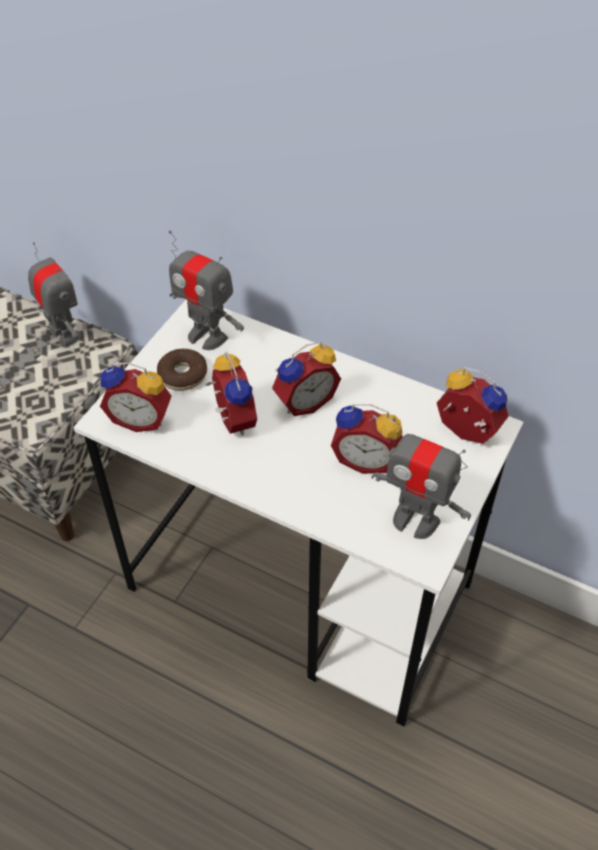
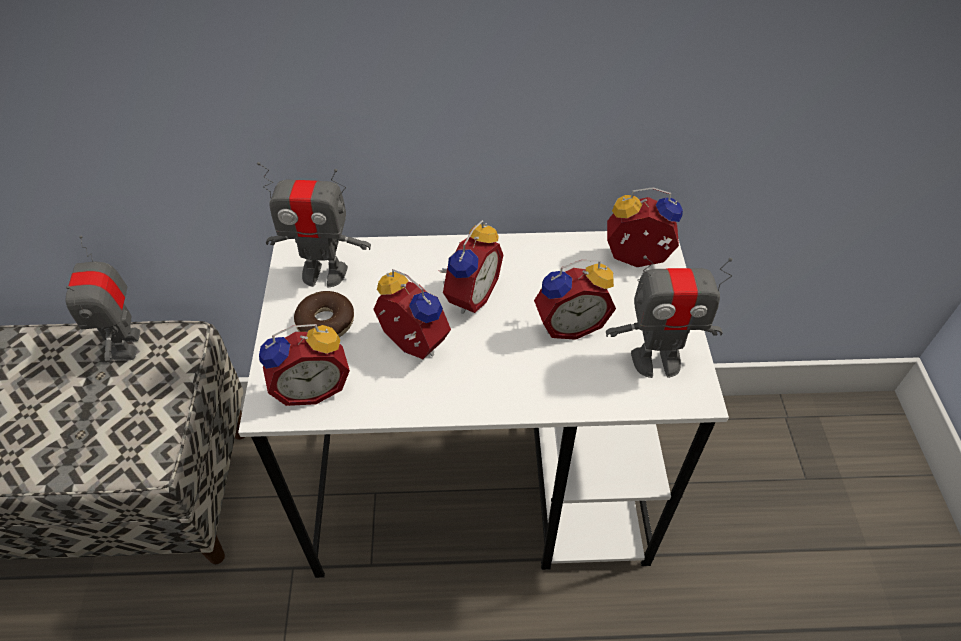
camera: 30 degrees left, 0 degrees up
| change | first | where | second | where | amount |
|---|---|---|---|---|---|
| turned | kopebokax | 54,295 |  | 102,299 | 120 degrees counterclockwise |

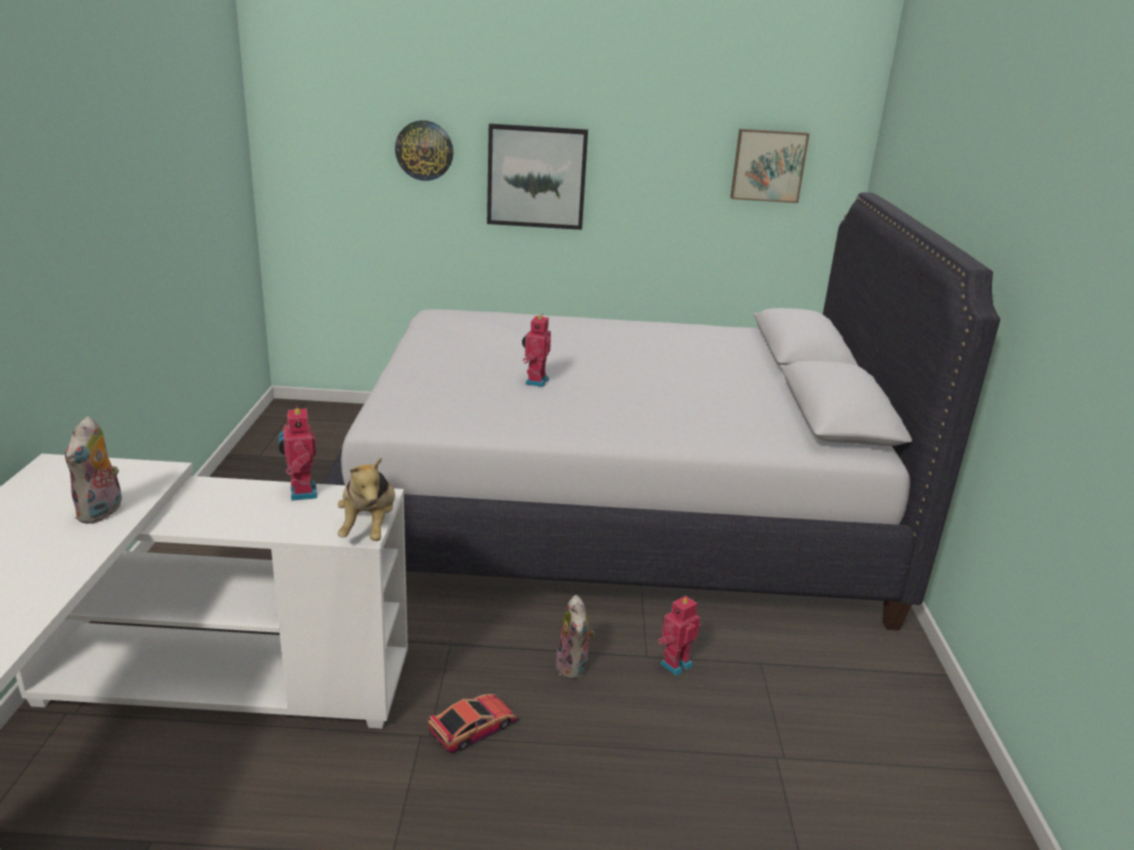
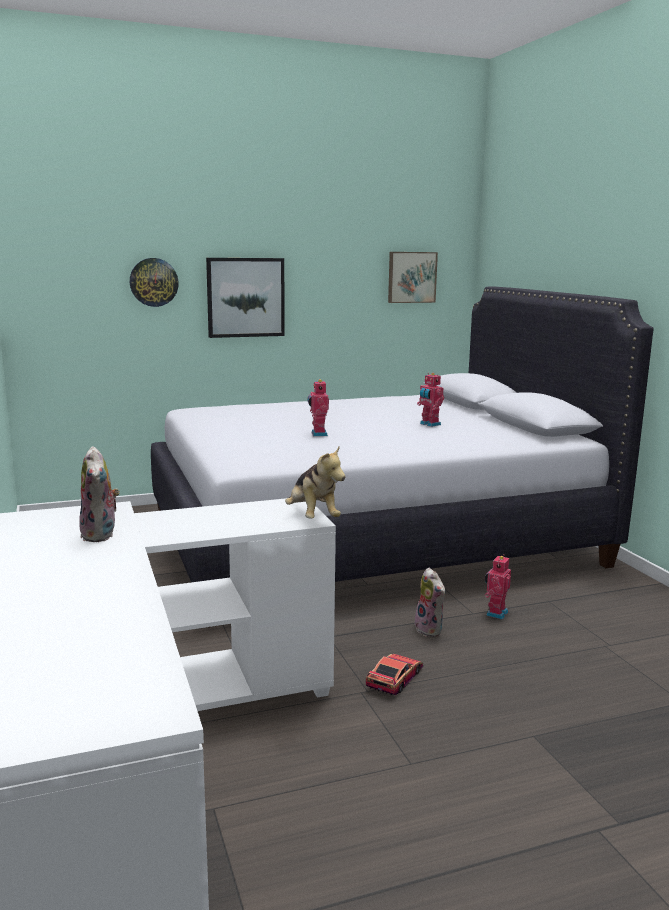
camera: 20 degrees left, 10 degrees down
| change | first | where | second | where | amount |
|---|---|---|---|---|---|
| moved | kopebokax | 297,453 |  | 430,400 |  |

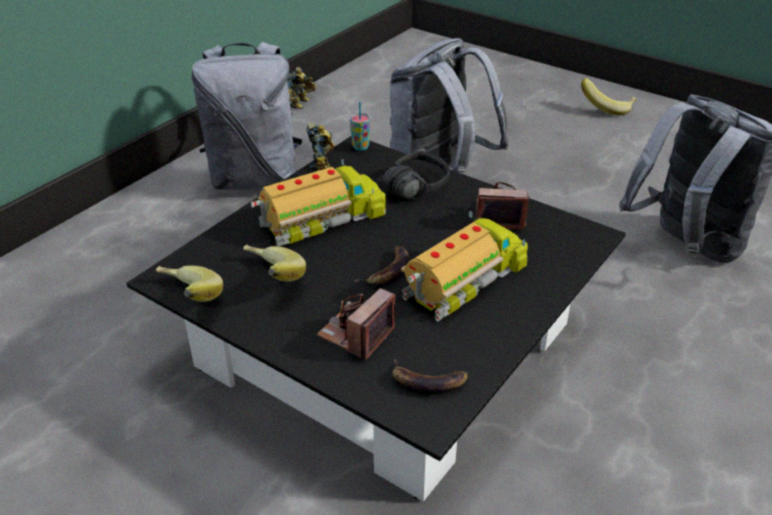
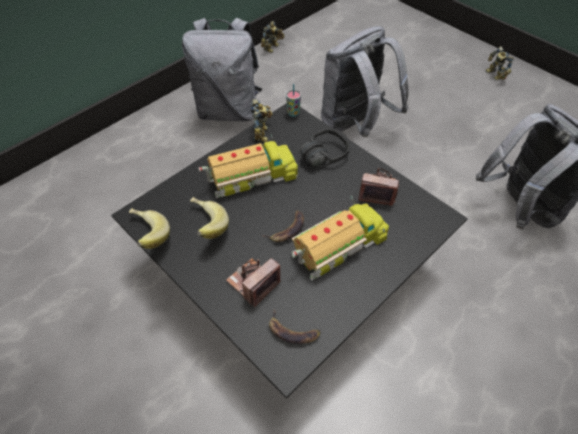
camera: 10 degrees right, 15 degrees up
| change | first | where | second | where | amount |
|---|---|---|---|---|---|
| replaced | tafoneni | 609,96 | kopebokax | 499,63 |  |

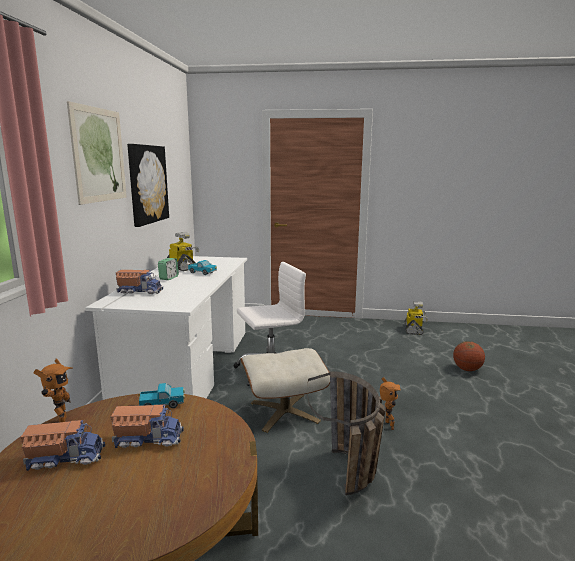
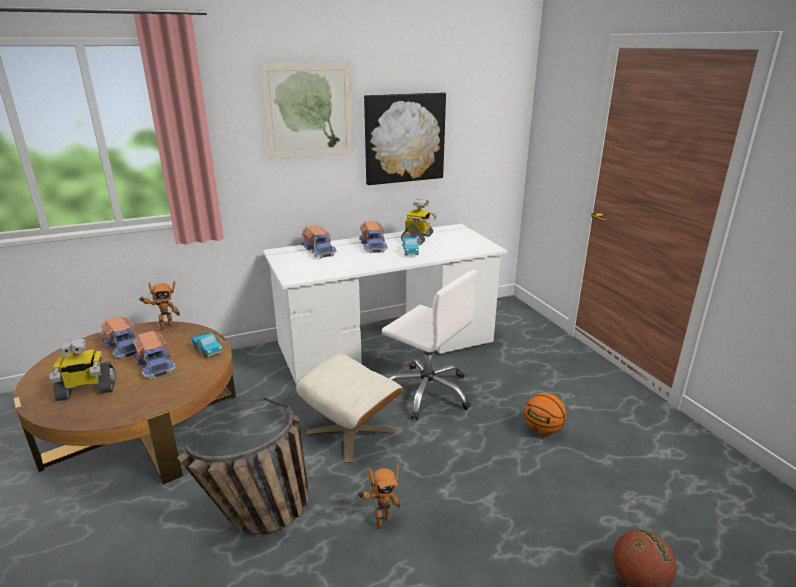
camera: 60 degrees right, 10 degrees up
| change | first | where | second | where | amount |
|---|---|---|---|---|---|
| moved | kopebokax | 416,318 |  | 82,369 |  |
| replaced | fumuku | 168,269 | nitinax | 373,237 |  |
| added |  |  | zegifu | 545,414 |  |

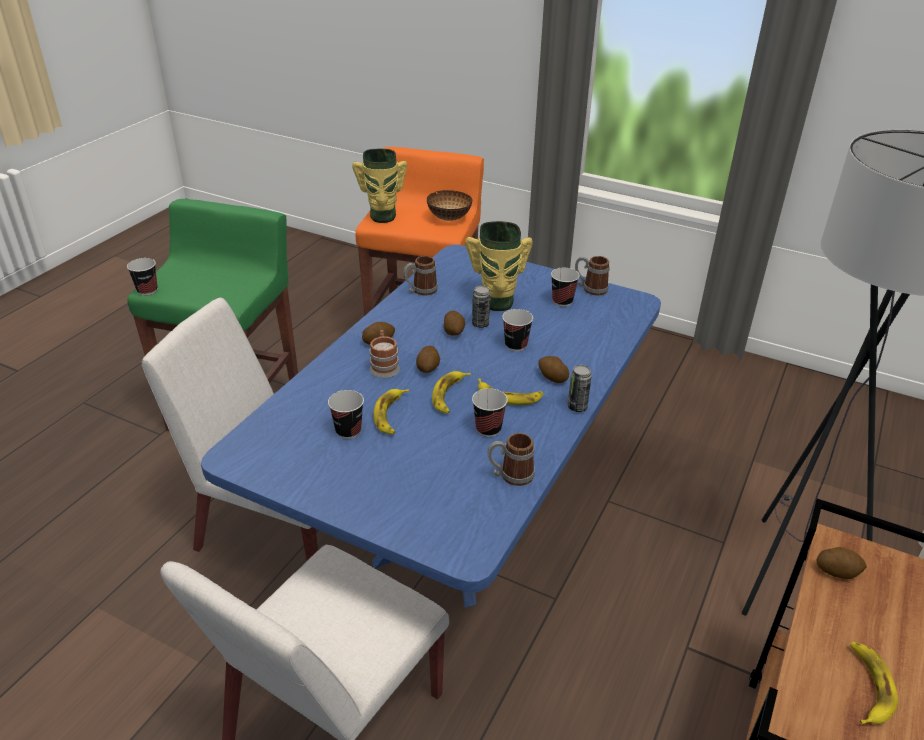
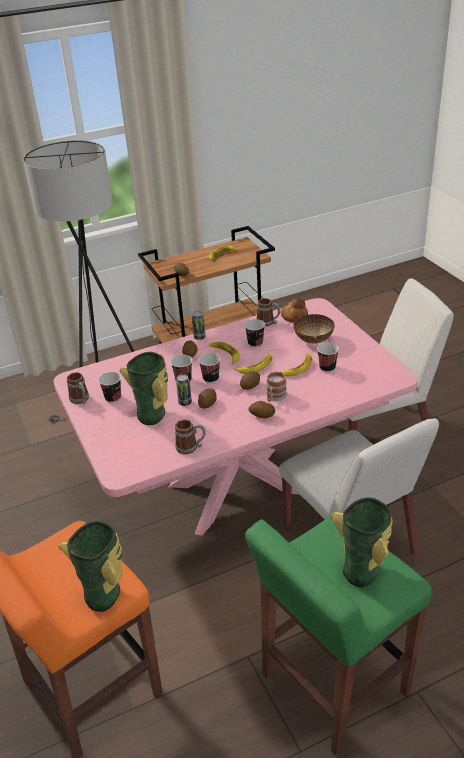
camera: 140 degrees left, 0 degrees up
| change | first | where | second | where | amount |
|---|---|---|---|---|---|
| recoloured | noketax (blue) | 431,426 | noketax (pink) | 235,417 |  |
| moved | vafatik | 142,276 |  | 209,368 |  |
| added |  |  | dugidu | 294,310 |  |
| moved | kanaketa | 450,205 |  | 314,329 |  |
| added |  |  | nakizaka | 361,542 |  |

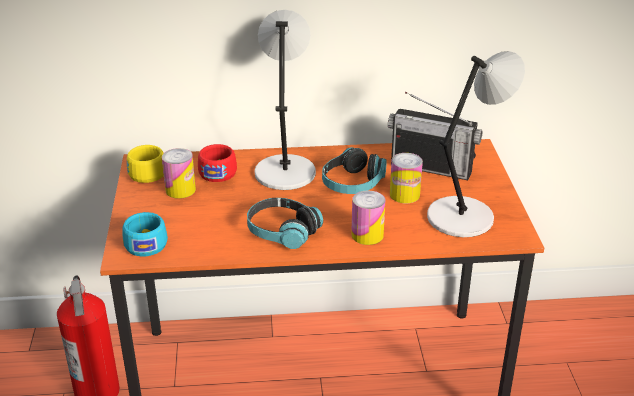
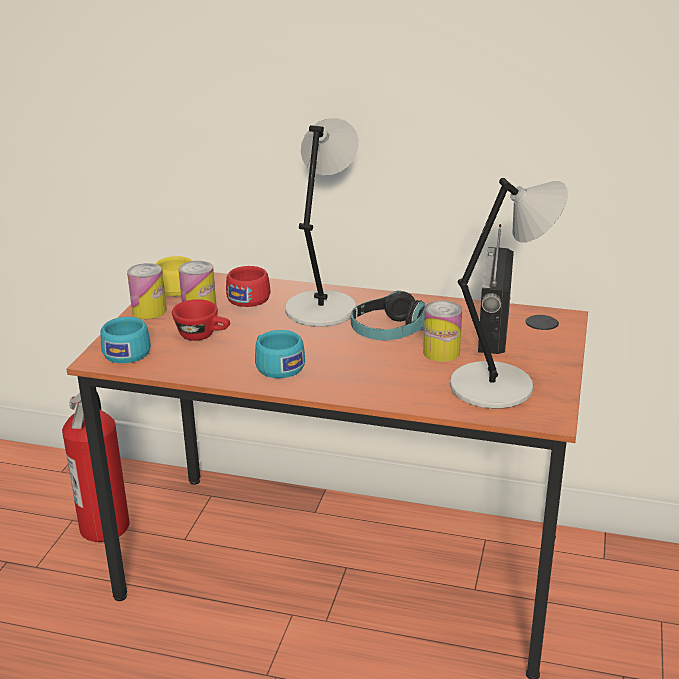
camera: 20 degrees right, 5 degrees down
| change | first | where | second | where | amount |
|---|---|---|---|---|---|
| moved | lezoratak | 368,217 |  | 147,291 |  |
| added |  |  | vafatik (red) | 201,320 |  |
| replaced | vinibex | 285,223 | vafatik (turquoise) | 280,354 |  |
| turned | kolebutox | 435,136 |  | 496,289 | 60 degrees clockwise |

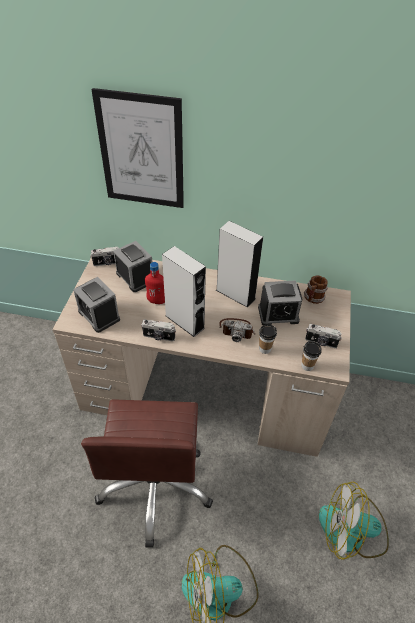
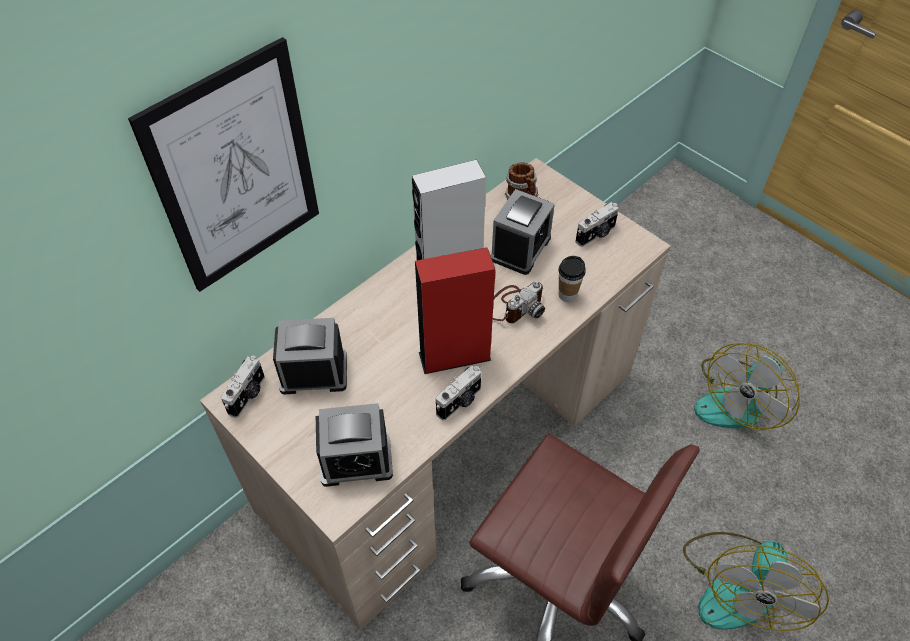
camera: 55 degrees left, 5 degrees up
| change | first | where | second | where | amount |
|---|---|---|---|---|---|
| recoloured | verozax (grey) | 184,291 | verozax (red) | 455,311 |  |
| removed | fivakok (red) | 155,283 |  |  |  |
| removed | vafatik | 311,356 |  |  |  |

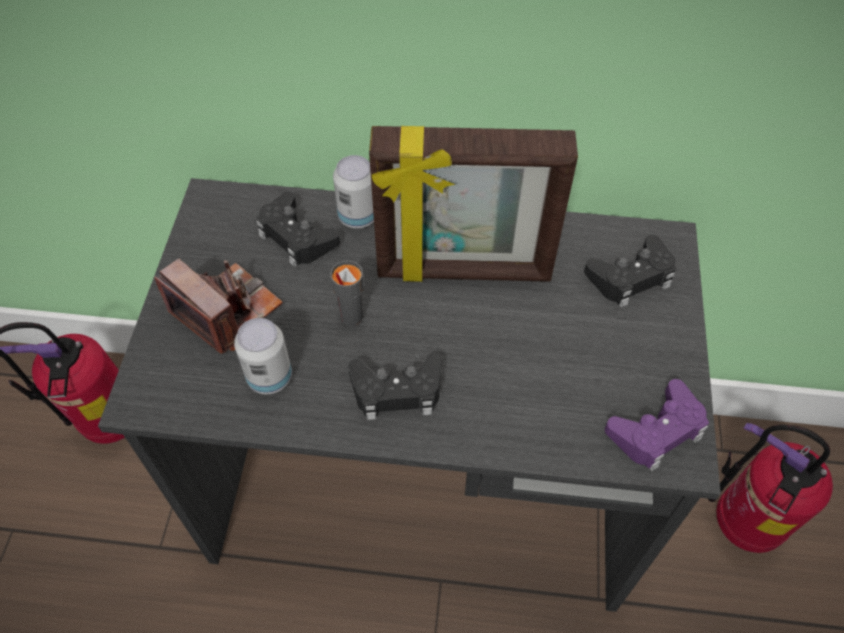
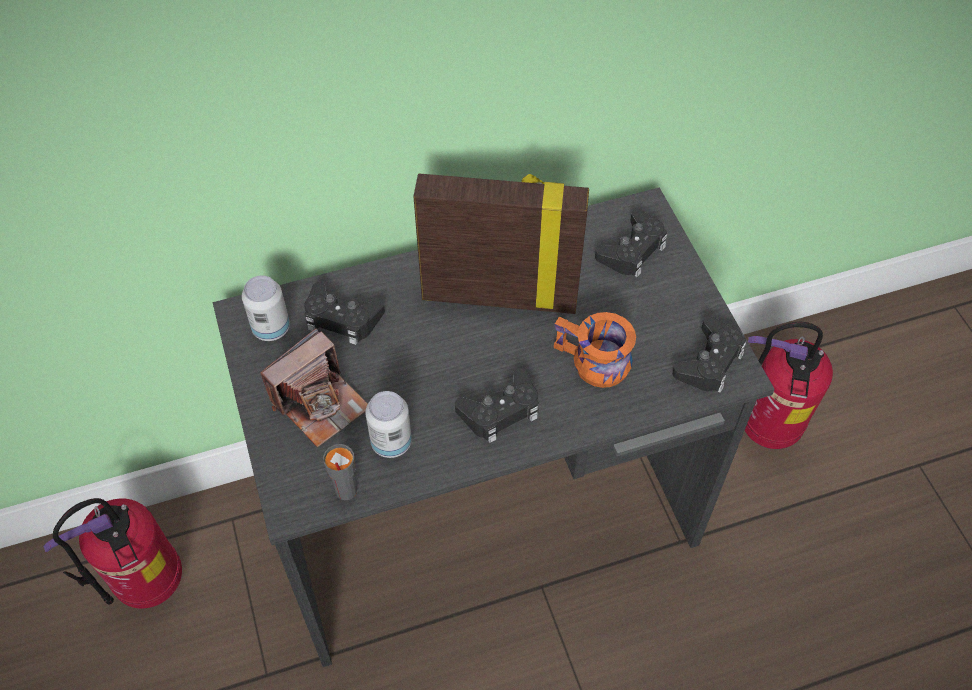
camera: 25 degrees left, 0 degrees up
| change | first | where | second | where | amount |
|---|---|---|---|---|---|
| moved | lezoratak | 353,191 |  | 266,308 |  |
| turned | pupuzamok | 218,306 |  | 314,387 | 120 degrees clockwise |
| moved | vafatik (grey) | 346,293 |  | 340,472 |  |
| turned | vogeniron | 473,204 |  | 501,243 | 150 degrees counterclockwise |
| added |  |  | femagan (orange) | 595,350 |  |
| recoloured | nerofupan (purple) | 657,425 | nerofupan (black) | 709,354 |  |

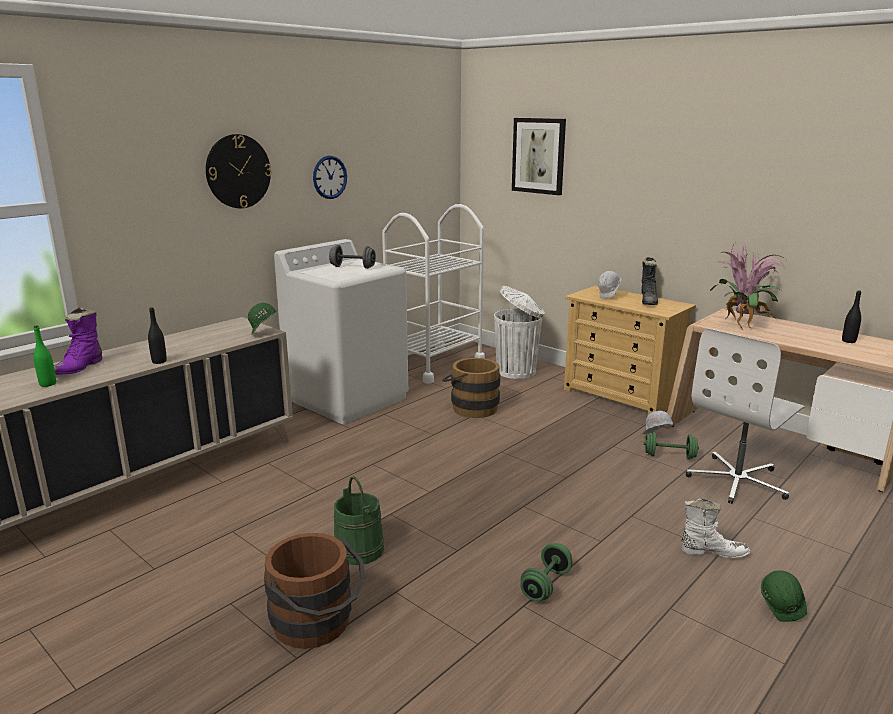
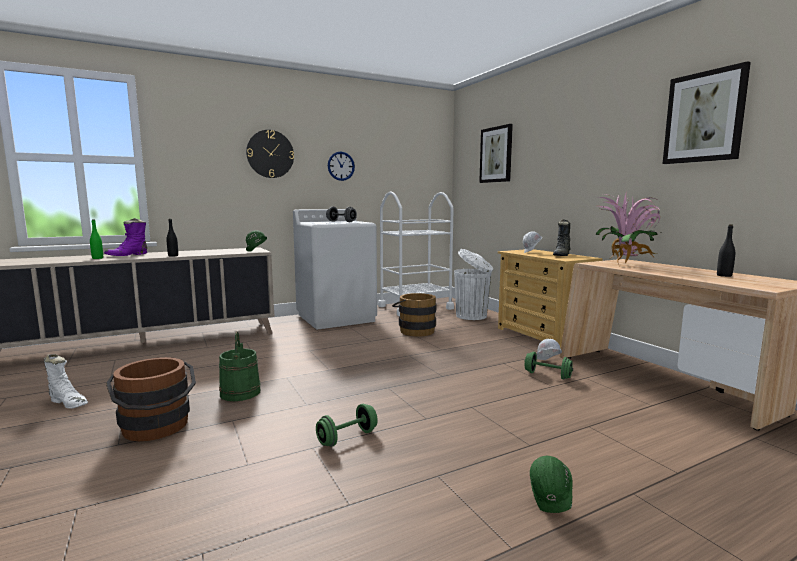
camera: 20 degrees right, 10 degrees down
| change | first | where | second | where | amount |
|---|---|---|---|---|---|
| moved | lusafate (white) | 716,528 |  | 66,381 |  |
| added |  |  | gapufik | 707,112 |  |
| removed | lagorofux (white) | 745,416 |  |  |  |

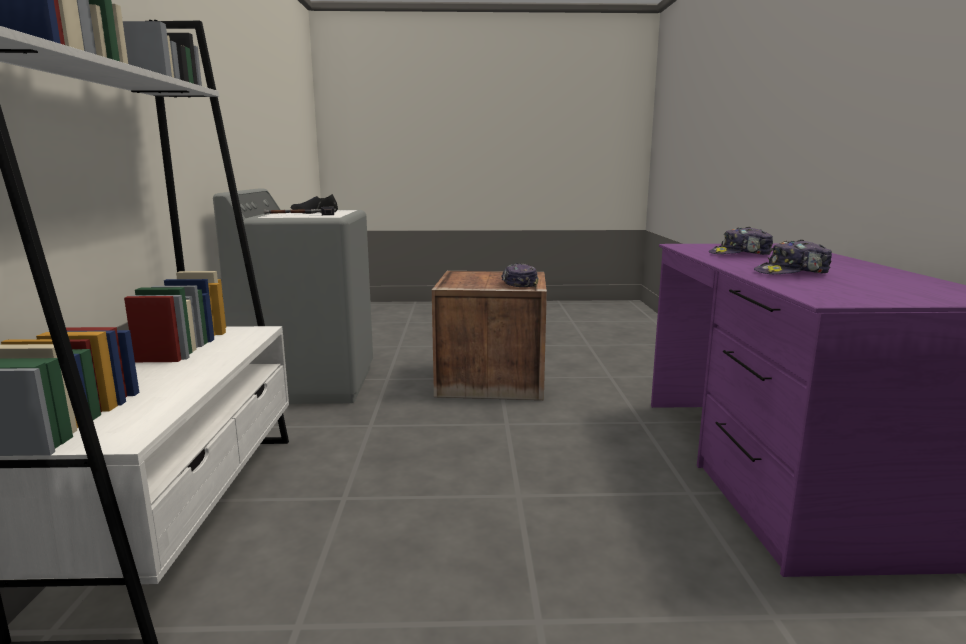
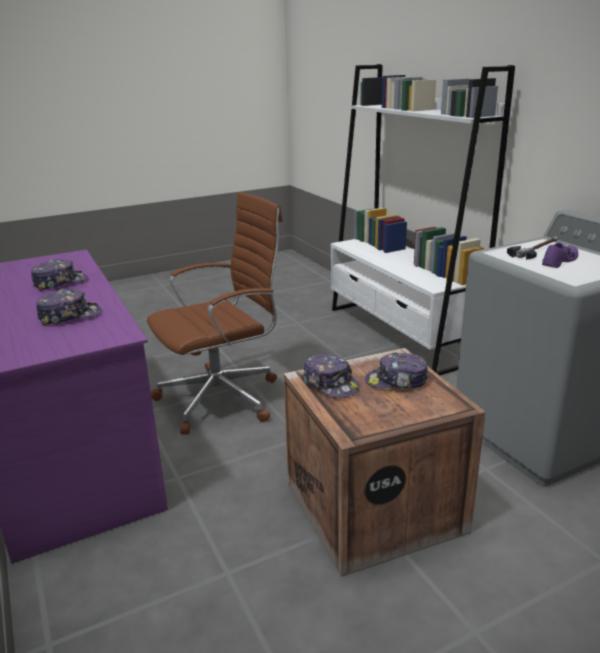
camera: 155 degrees right, 10 degrees up
| change | first | where | second | where | amount |
|---|---|---|---|---|---|
| added |  |  | lagorofux (brown) | 214,313 |  |
| added |  |  | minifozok | 396,370 |  |
| recoloured | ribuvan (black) | 314,204 | ribuvan (purple) | 560,255 |  |

